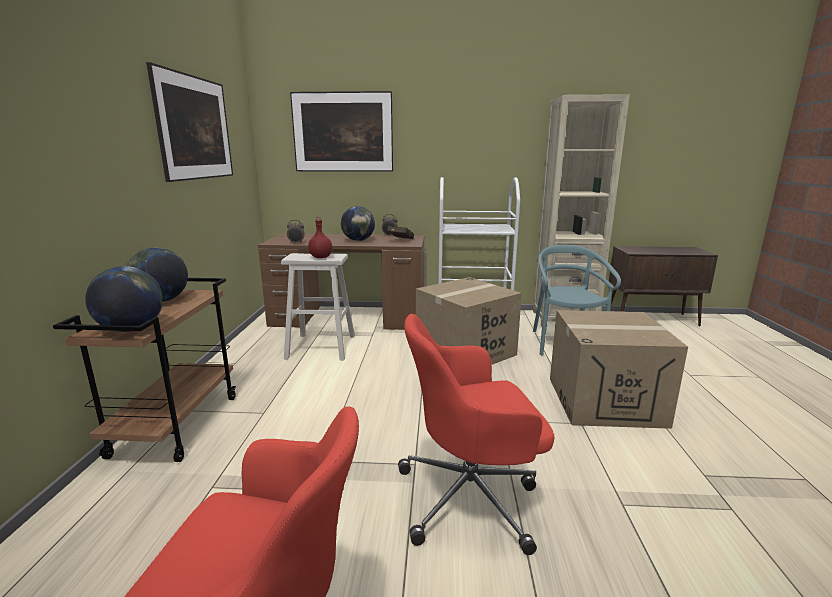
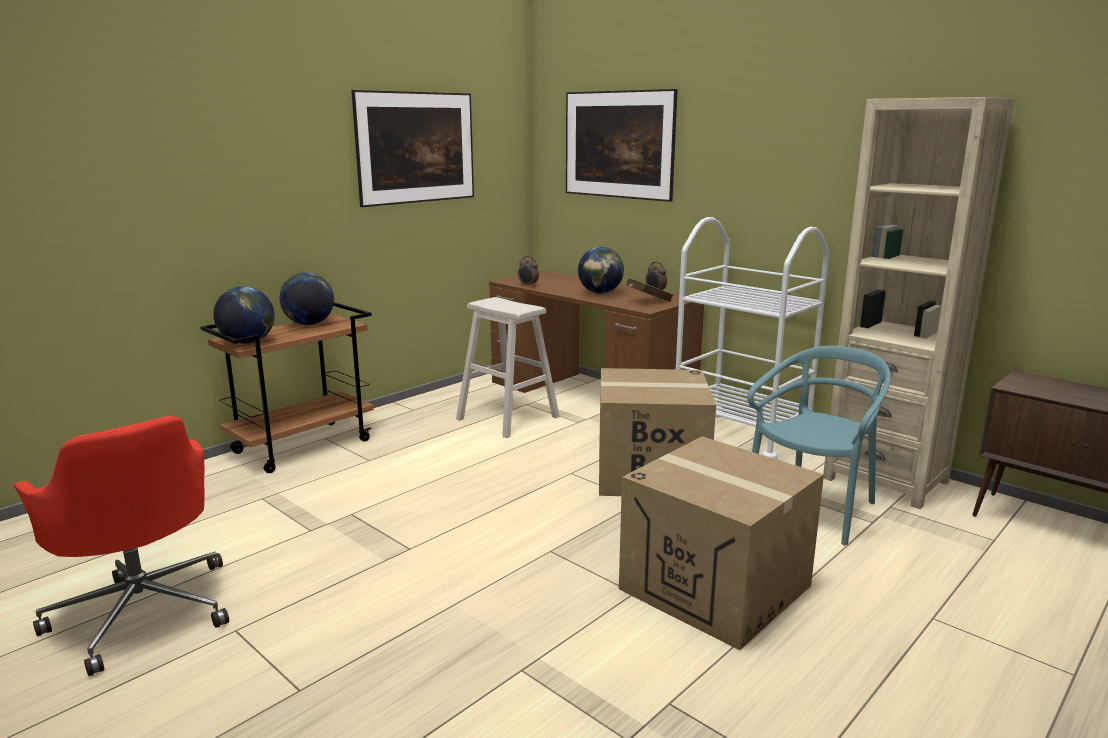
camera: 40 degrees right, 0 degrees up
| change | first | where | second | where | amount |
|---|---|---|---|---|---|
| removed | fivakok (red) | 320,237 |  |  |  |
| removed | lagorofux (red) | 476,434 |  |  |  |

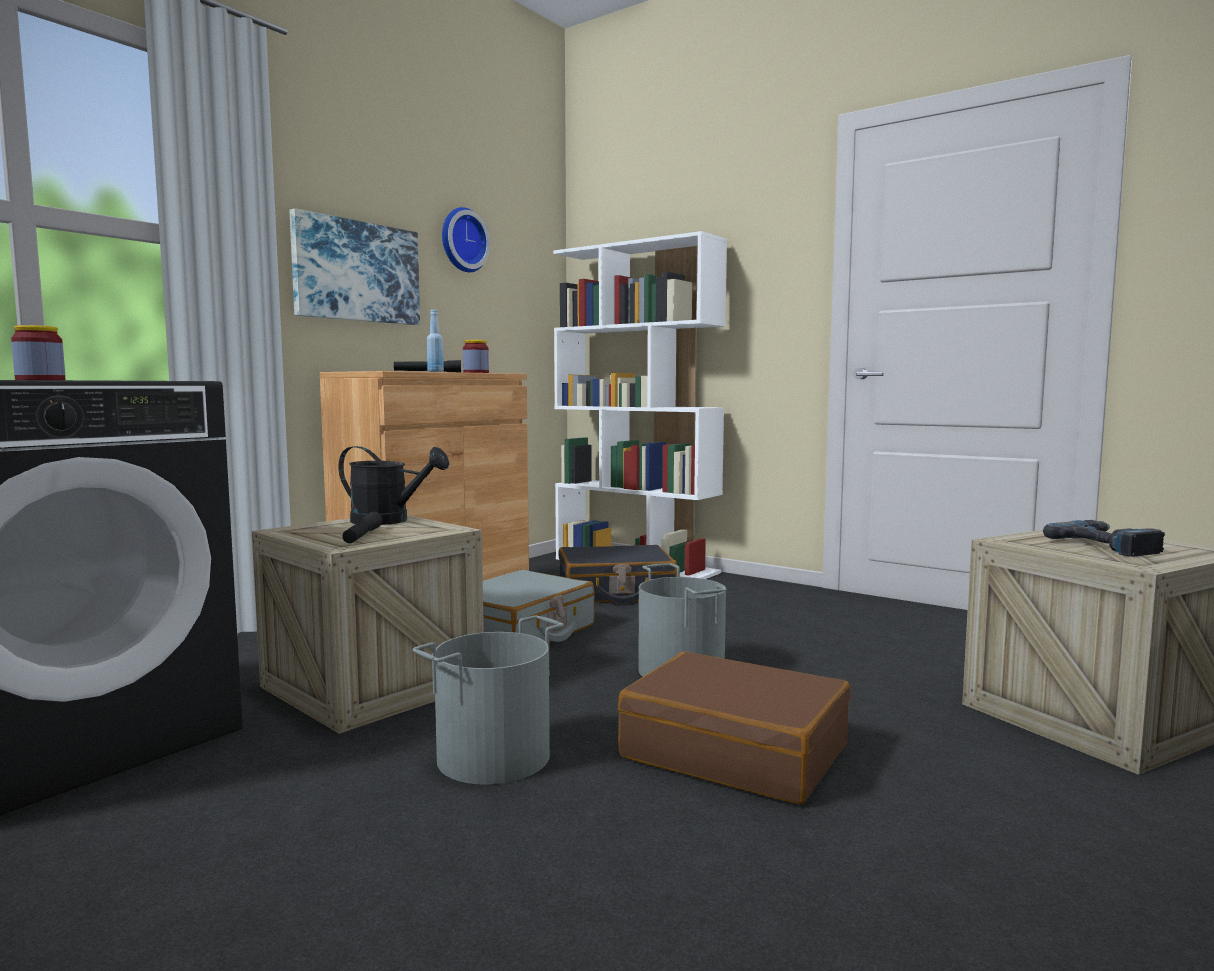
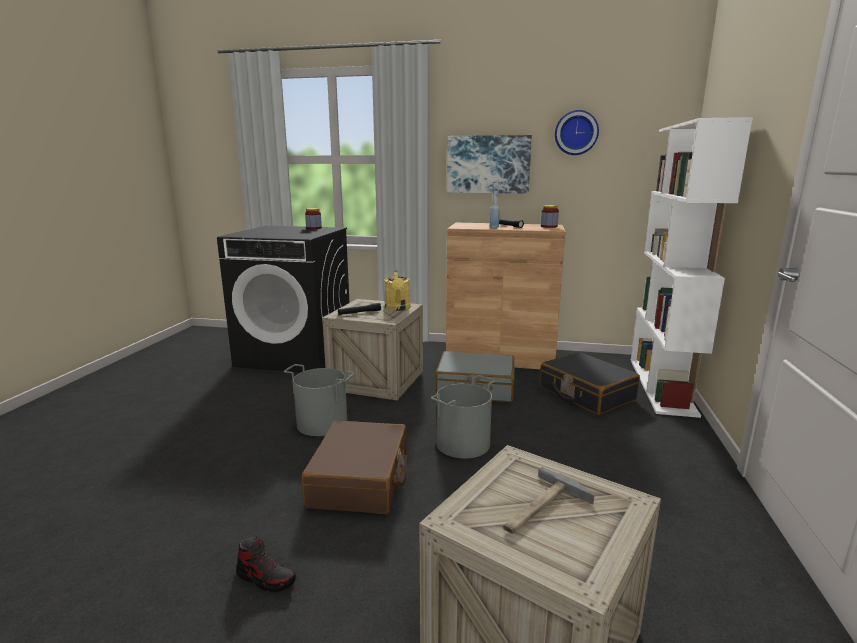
camera: 65 degrees right, 10 degrees up
| change | first | where | second | where | amount |
|---|---|---|---|---|---|
| added |  |  | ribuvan | 266,564 |  |
| recoloured | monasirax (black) | 394,485 | monasirax (yellow) | 397,290 |  |
| replaced | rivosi | 1104,538 | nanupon | 549,500 |  |

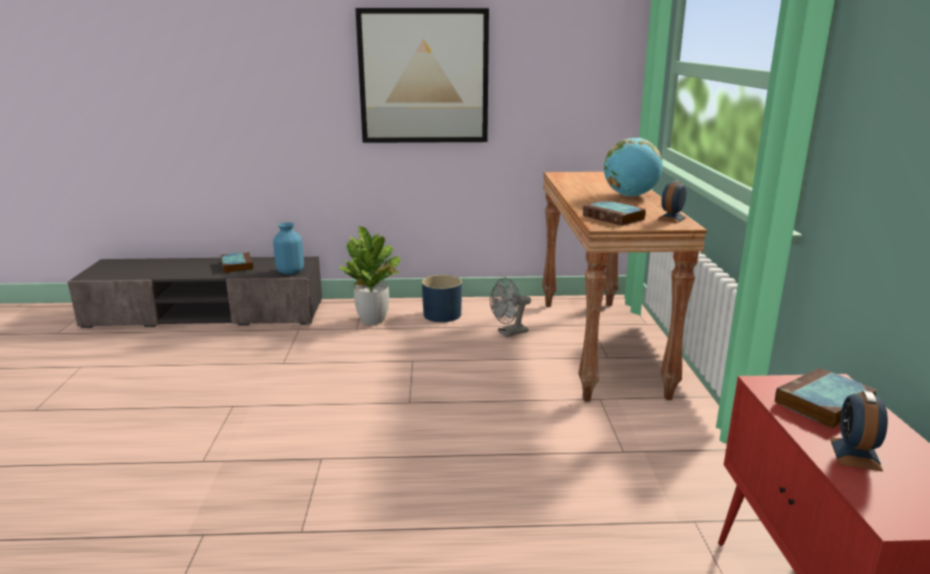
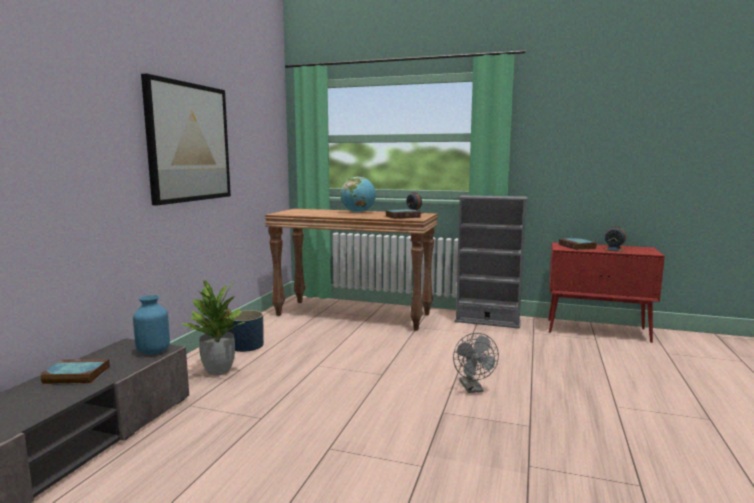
camera: 70 degrees left, 10 degrees down
| change | first | where | second | where | amount |
|---|---|---|---|---|---|
| moved | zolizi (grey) | 510,307 |  | 476,363 |  |
| added |  |  | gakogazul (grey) | 491,261 |  |

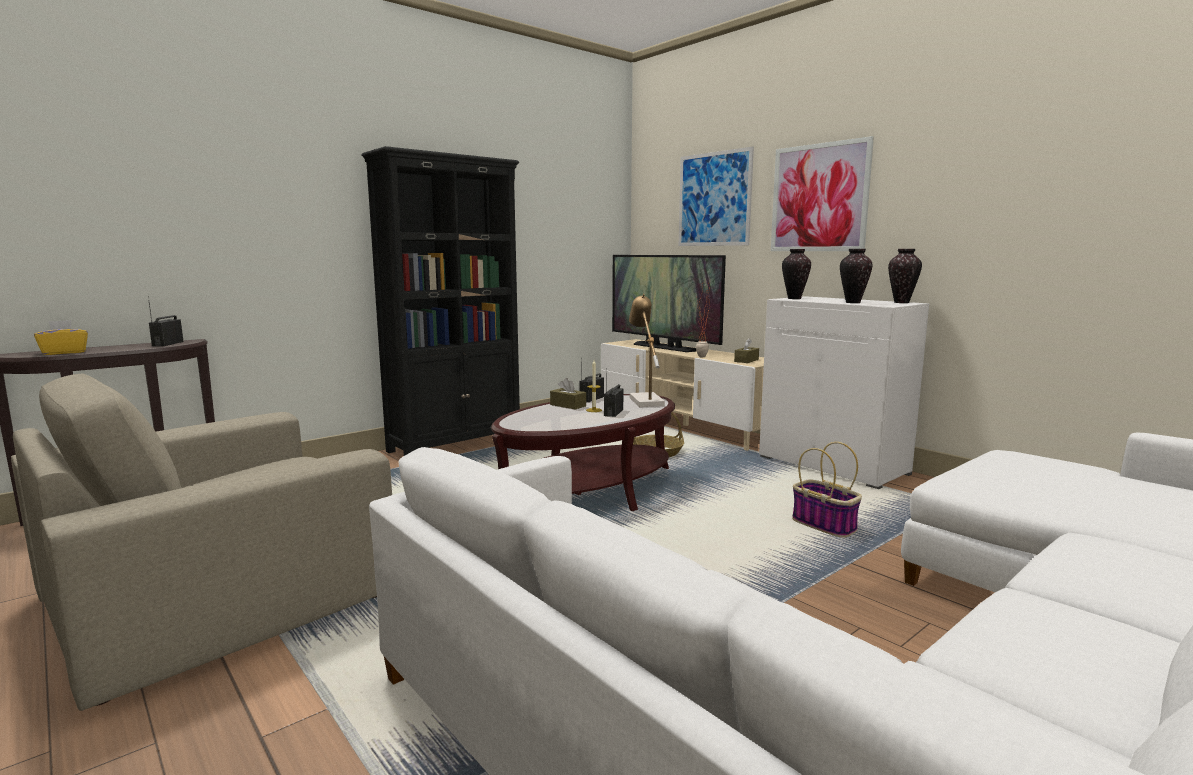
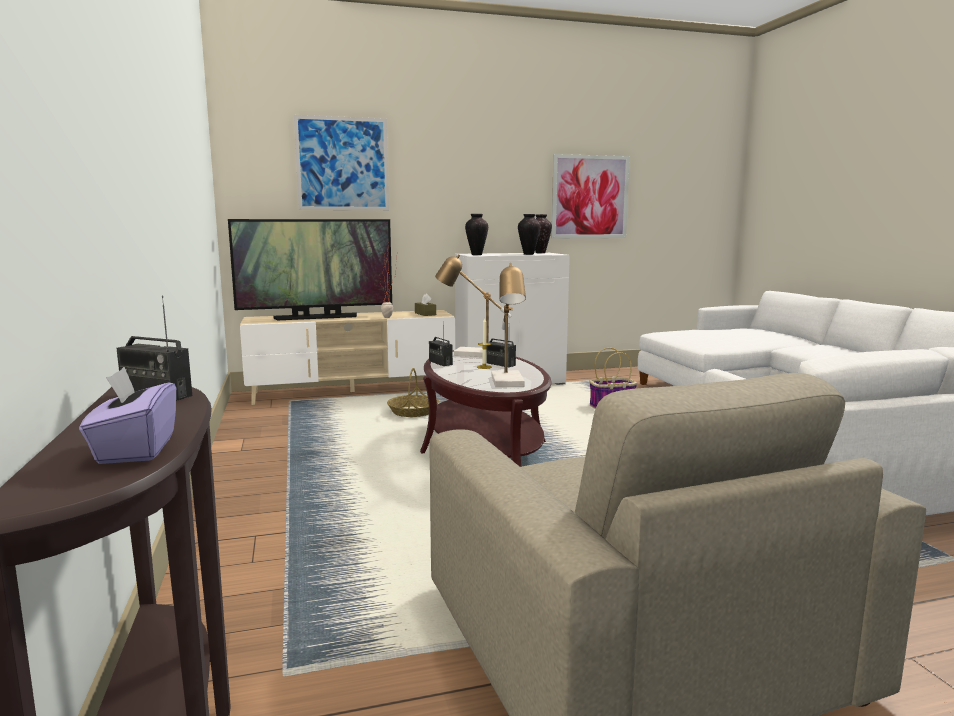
camera: 65 degrees left, 0 degrees up
| change | first | where | second | where | amount |
|---|---|---|---|---|---|
| recoloured | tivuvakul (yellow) | 61,337 | tivuvakul (purple) | 127,415 |  |
| added |  |  | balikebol | 508,325 |  |
| moved | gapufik | 822,193 |  | 591,196 |  |
| removed | gakogazul (black) | 440,301 |  |  |  |
| removed | tivuvakul (brown) | 568,393 |  |  |  |

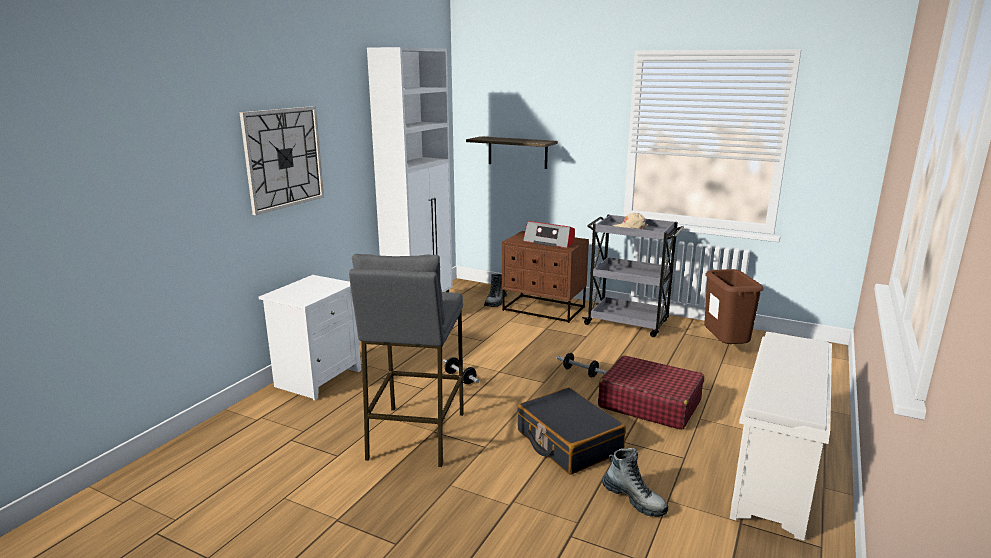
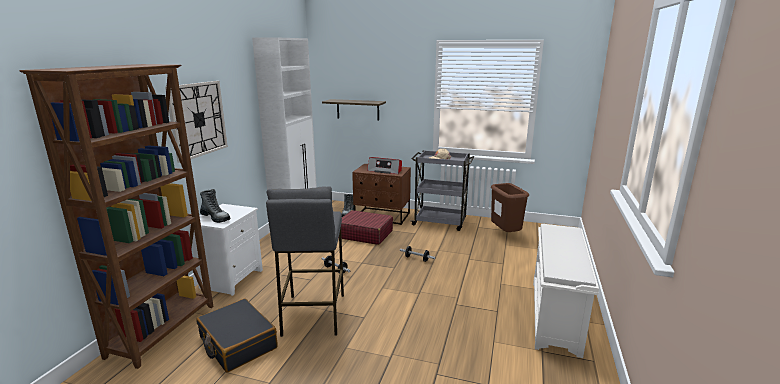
camera: 10 degrees left, 0 degrees up
| change | first | where | second | where | amount |
|---|---|---|---|---|---|
| added |  |  | gakogazul (brown) | 116,216 |  |
| moved | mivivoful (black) | 571,431 |  | 237,335 |  |
| moved | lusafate | 635,482 |  | 215,206 |  |
| moved | mivivoful (red) | 651,392 |  | 367,227 |  |

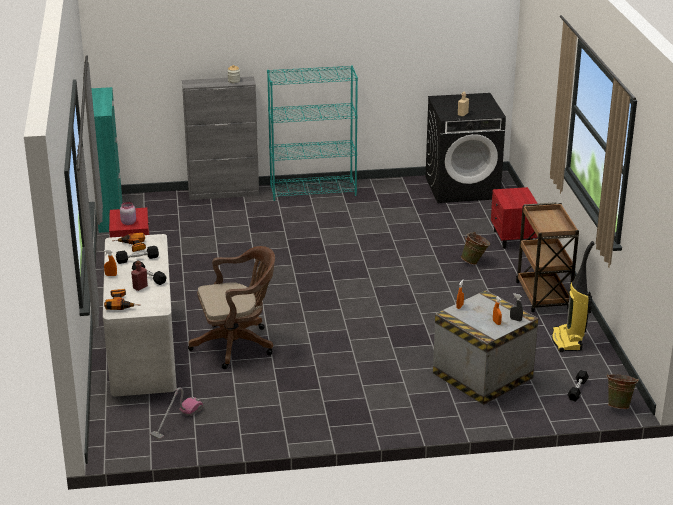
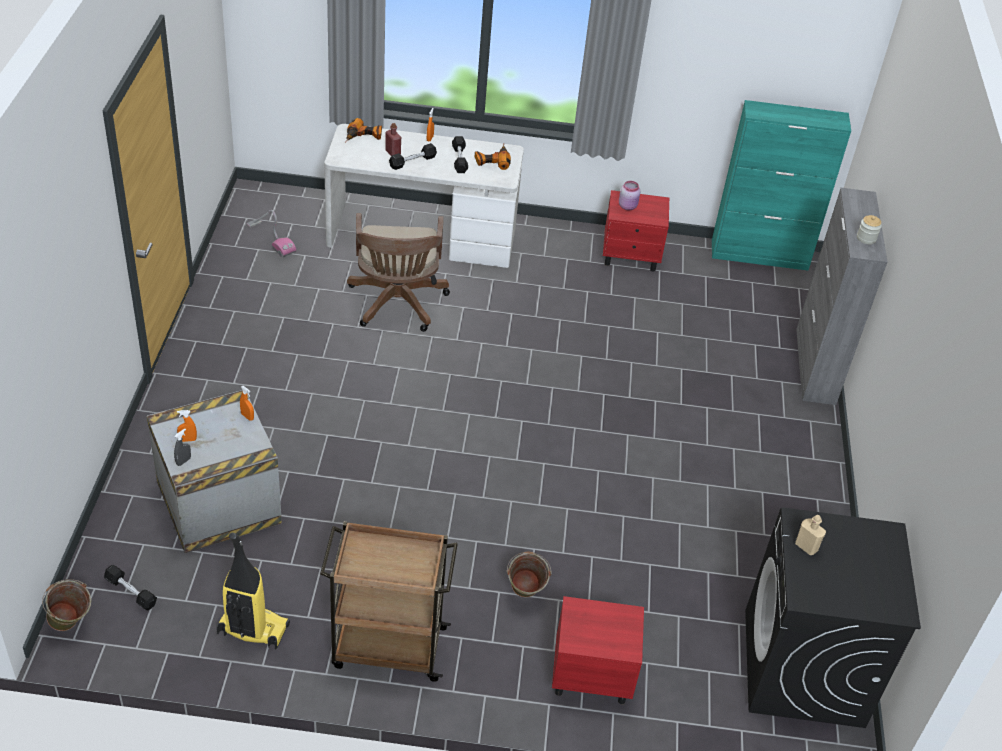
camera: 100 degrees right, 15 degrees up
| change | first | where | second | where | amount |
|---|---|---|---|---|---|
| removed | gakogazul (turquoise) | 312,133 |  |  |  |

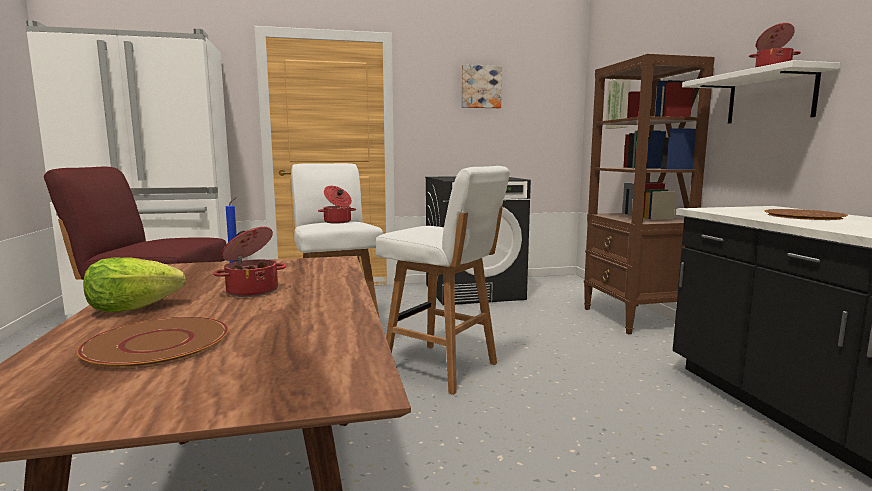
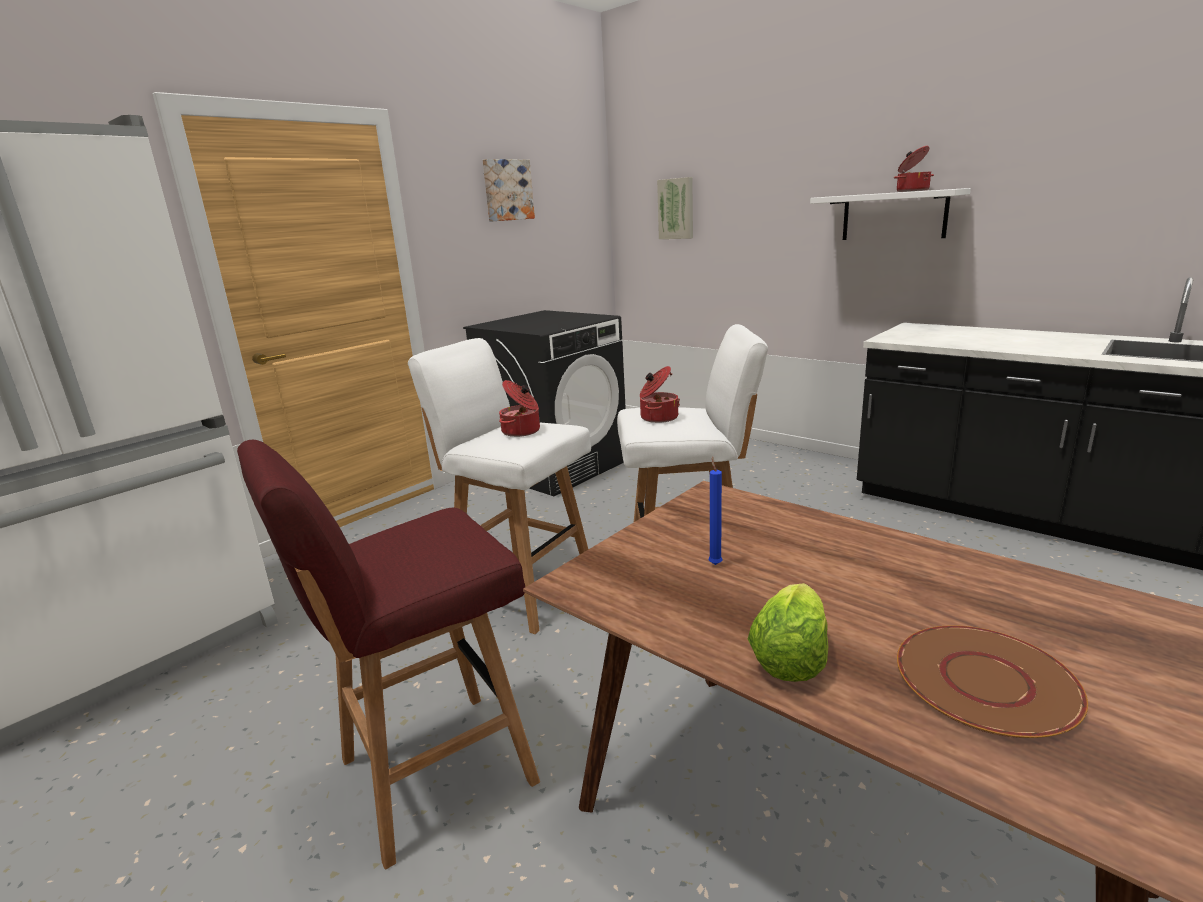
camera: 35 degrees left, 10 degrees up
| change | first | where | second | where | amount |
|---|---|---|---|---|---|
| moved | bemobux | 250,262 |  | 660,394 |  |
| removed | gakogazul (brown) | 649,194 |  |  |  |
| removed | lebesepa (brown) | 806,214 |  |  |  |

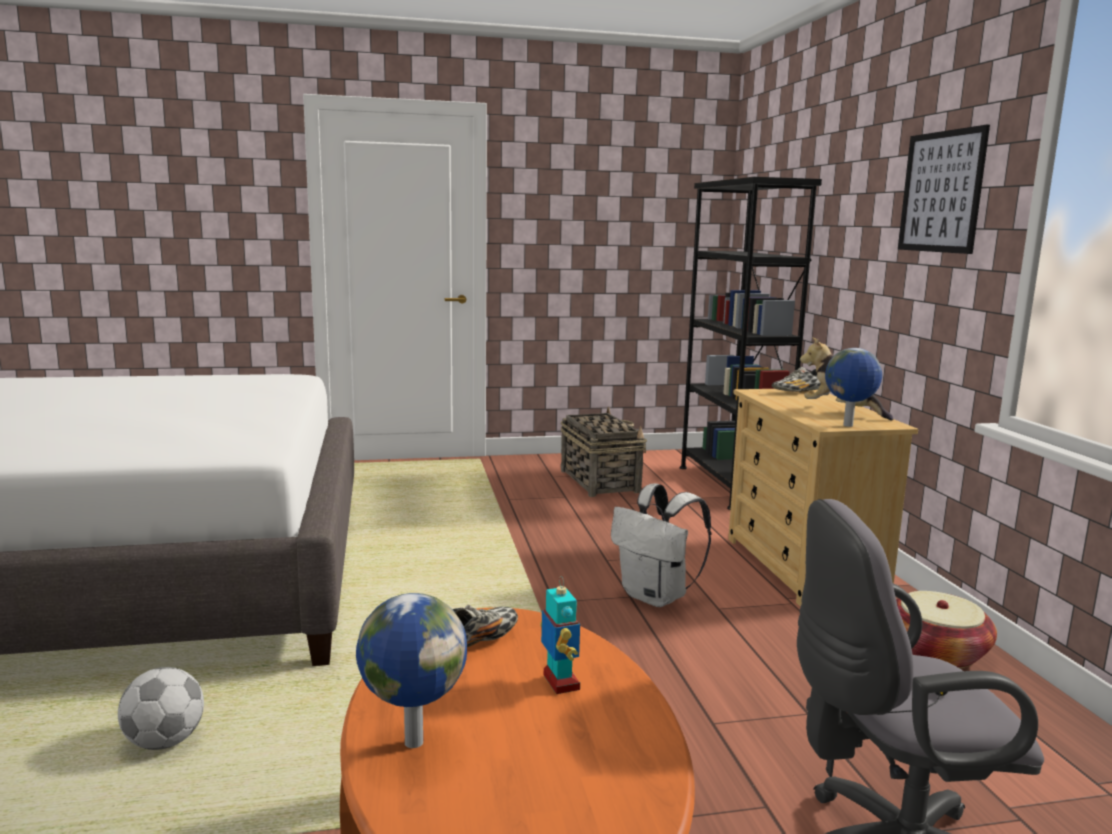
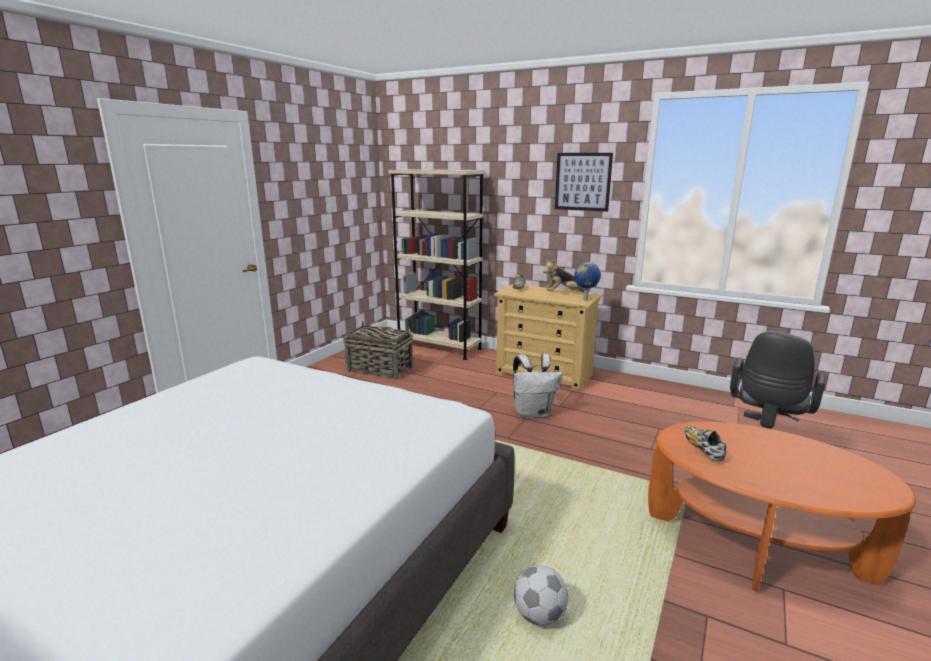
camera: 50 degrees left, 5 degrees up
| change | first | where | second | where | amount |
|---|---|---|---|---|---|
| recoloured | gakogazul (black) | 751,343 | gakogazul (beige) | 436,264 |  |
| removed | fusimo | 411,670 |  |  |  |
| removed | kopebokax | 560,635 |  |  |  |
| removed | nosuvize | 946,630 |  |  |  |

